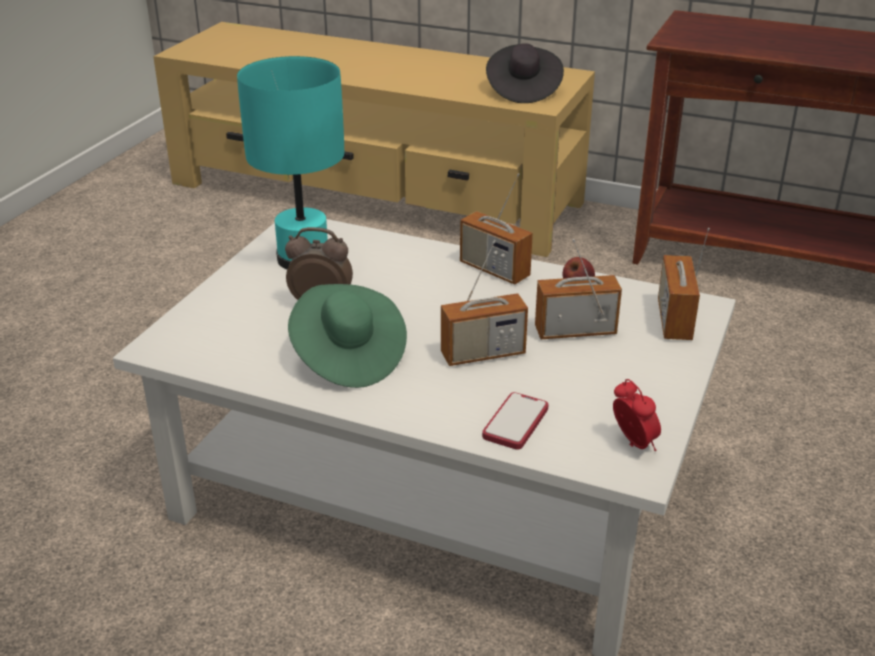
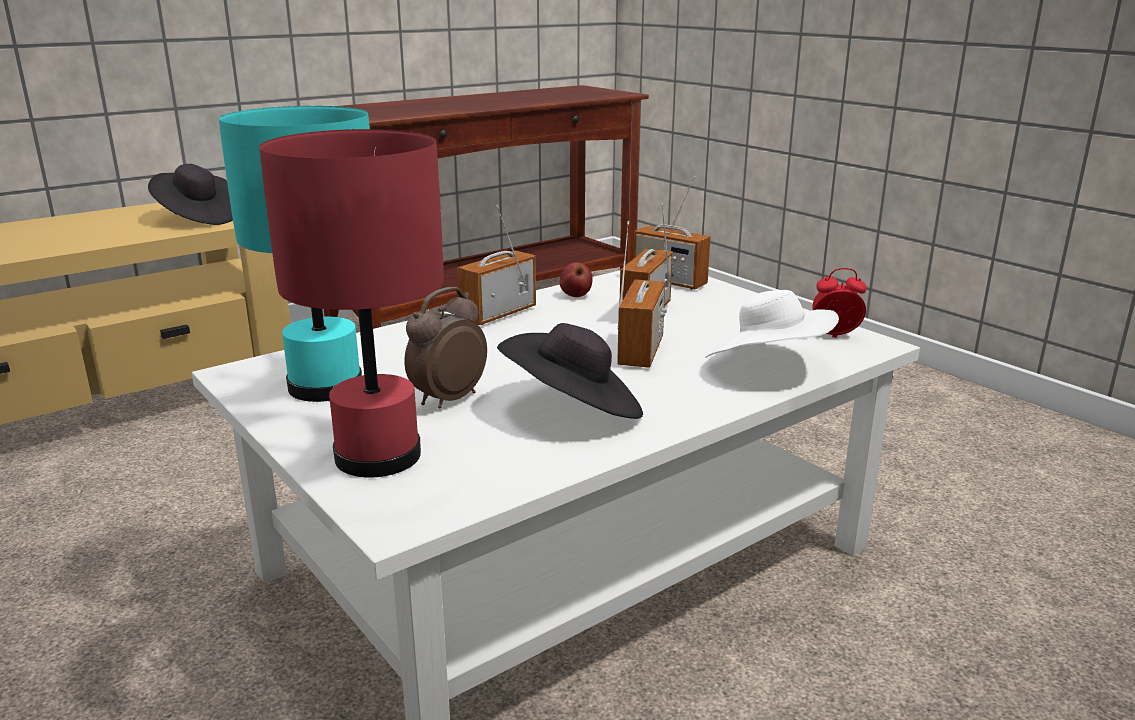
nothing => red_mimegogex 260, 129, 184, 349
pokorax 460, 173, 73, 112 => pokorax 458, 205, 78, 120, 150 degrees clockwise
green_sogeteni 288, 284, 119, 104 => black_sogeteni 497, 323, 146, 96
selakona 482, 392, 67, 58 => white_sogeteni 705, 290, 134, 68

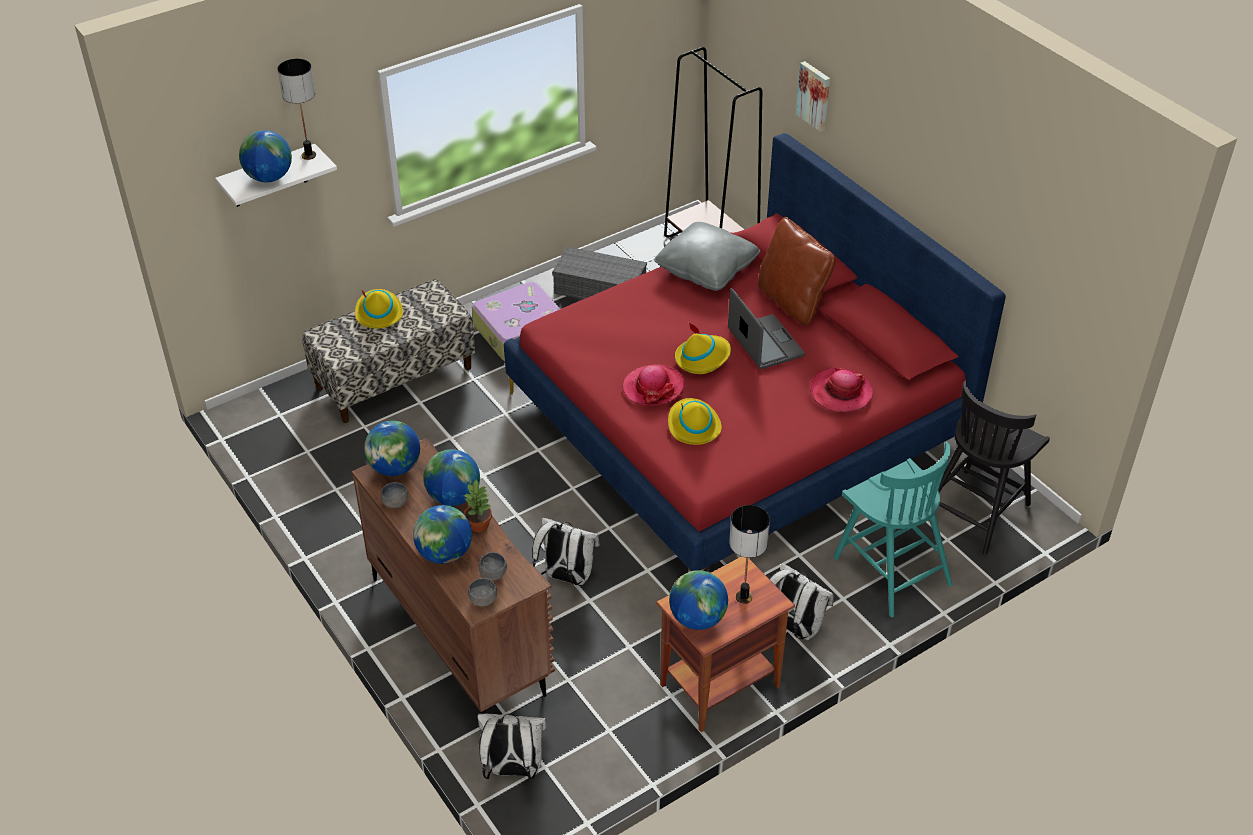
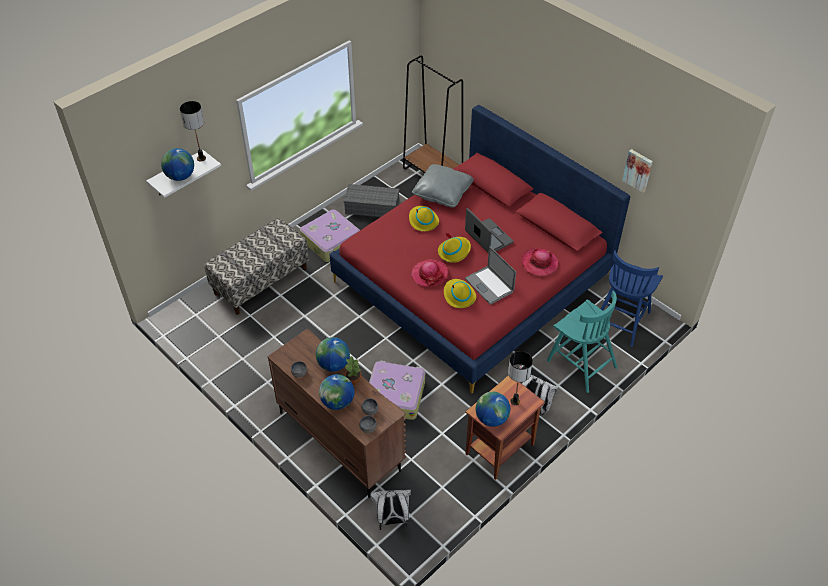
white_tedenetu 532, 518, 68, 67 => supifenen 369, 360, 56, 60
yellow_sogeteni 355, 289, 48, 40 => yellow_sogeteni 409, 206, 30, 25, relocated
nothing => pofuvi 465, 246, 51, 59
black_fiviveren 938, 380, 112, 175 => blue_fiviveren 601, 250, 62, 97
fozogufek 796, 61, 34, 71 => fozogufek 622, 149, 31, 44, relocated
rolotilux 364, 421, 56, 55 => nothing
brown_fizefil 758, 217, 78, 109 => nothing

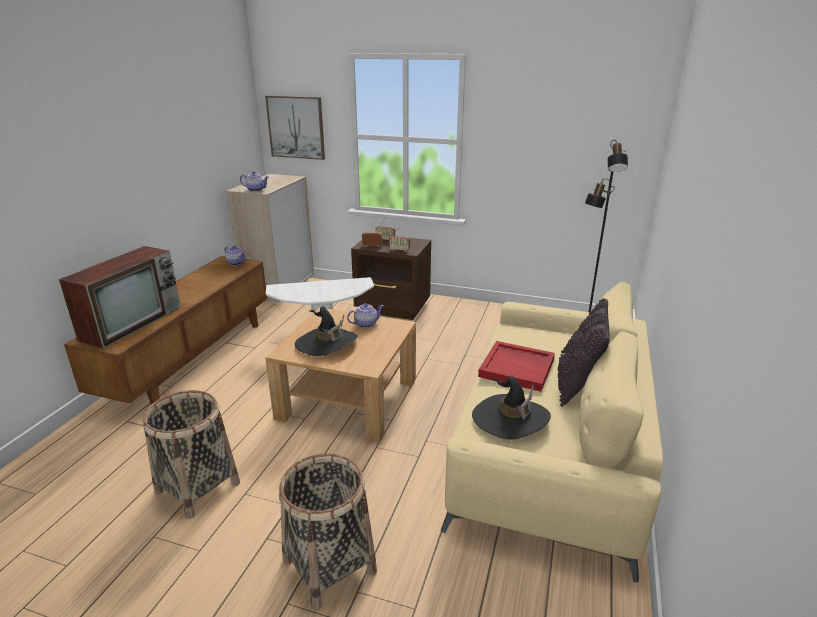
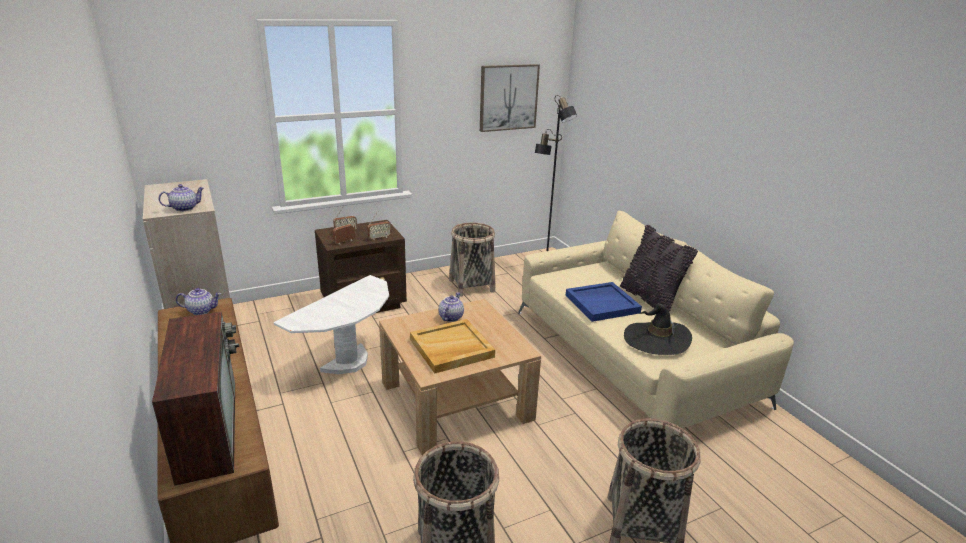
black_sogeteni 295, 306, 63, 50 => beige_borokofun 410, 319, 85, 55
nothing => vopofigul 449, 223, 46, 74
fozogufek 265, 95, 60, 65 => fozogufek 480, 64, 60, 68, relocated
red_borokofun 478, 341, 77, 51 => blue_borokofun 566, 282, 76, 40

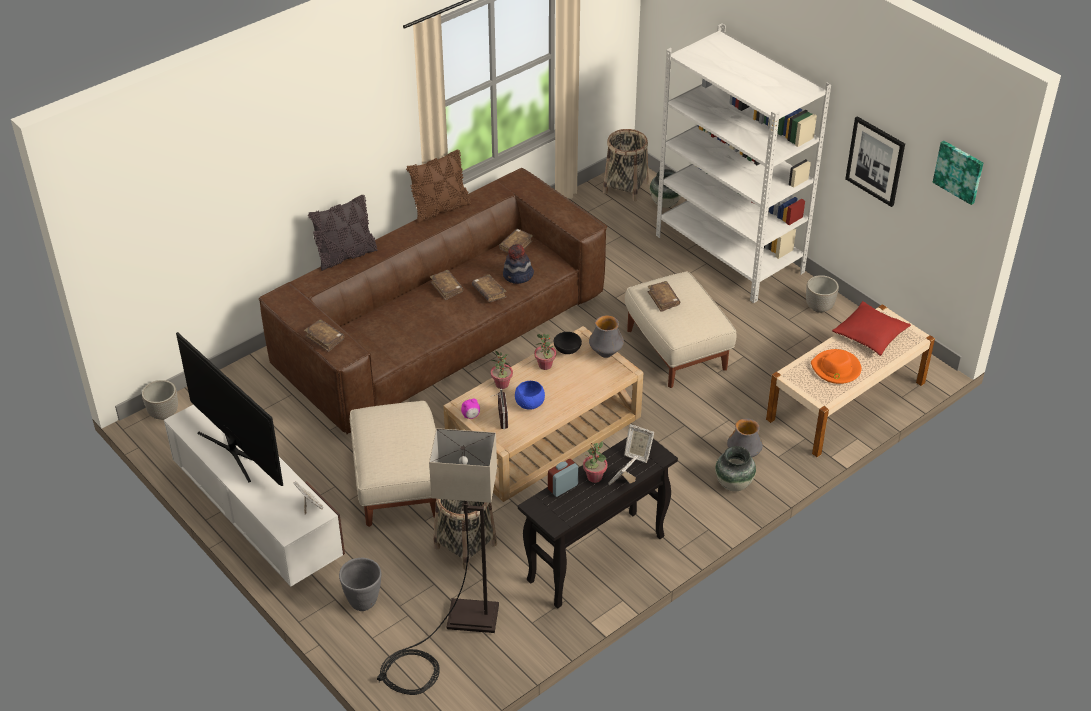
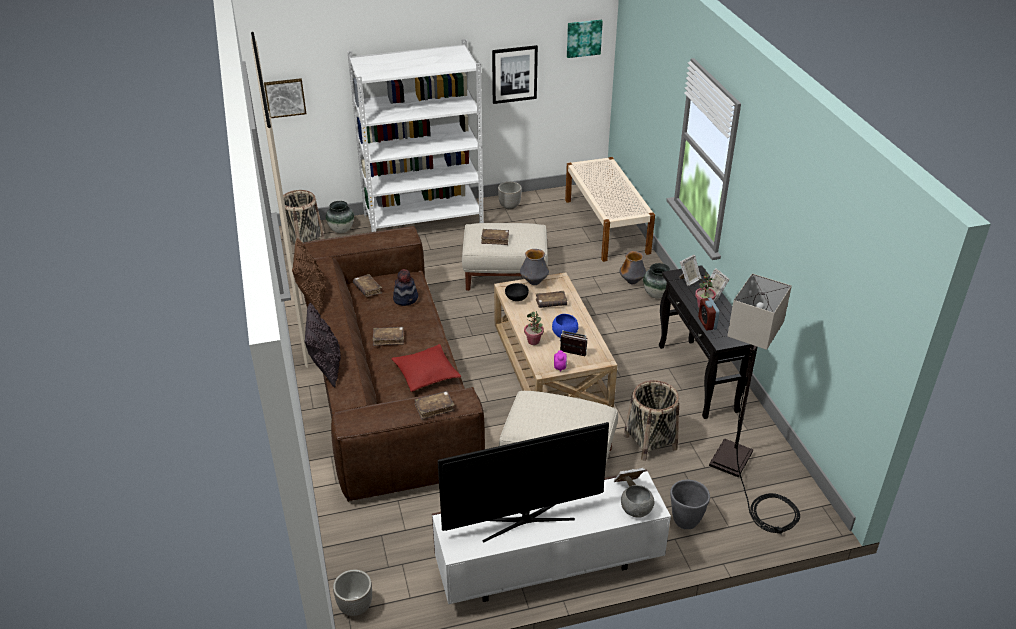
nothing => fozogufek 264, 78, 42, 40
red_fizefil 832, 301, 79, 55 => red_fizefil 391, 344, 70, 48, relocated
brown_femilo 472, 274, 35, 28 => brown_femilo 536, 291, 31, 17, relocated
nothing => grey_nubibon 621, 485, 33, 33
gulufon 534, 334, 22, 36 => nothing
orange_sogeteni 811, 349, 51, 35 => nothing

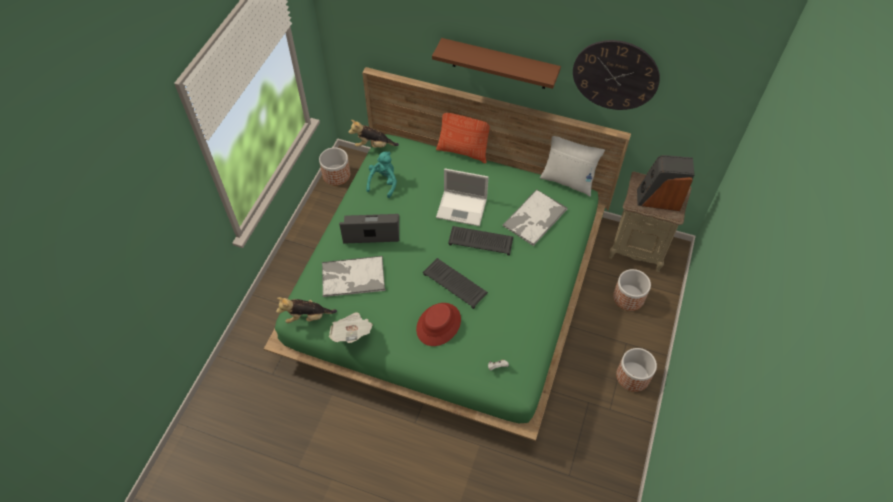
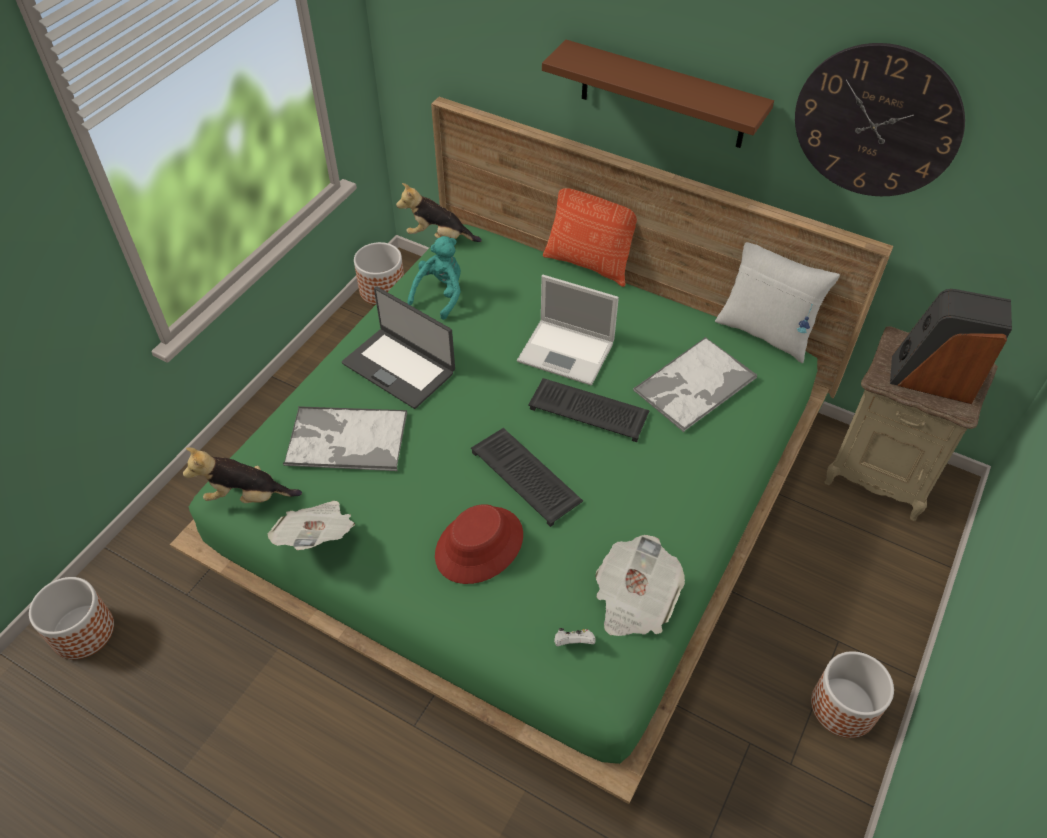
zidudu 613, 269, 38, 42 => zidudu 29, 577, 85, 82, relocated
pofuvi 339, 214, 60, 30 => pofuvi 342, 287, 113, 122, 150 degrees counterclockwise
nothing => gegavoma 595, 535, 90, 101

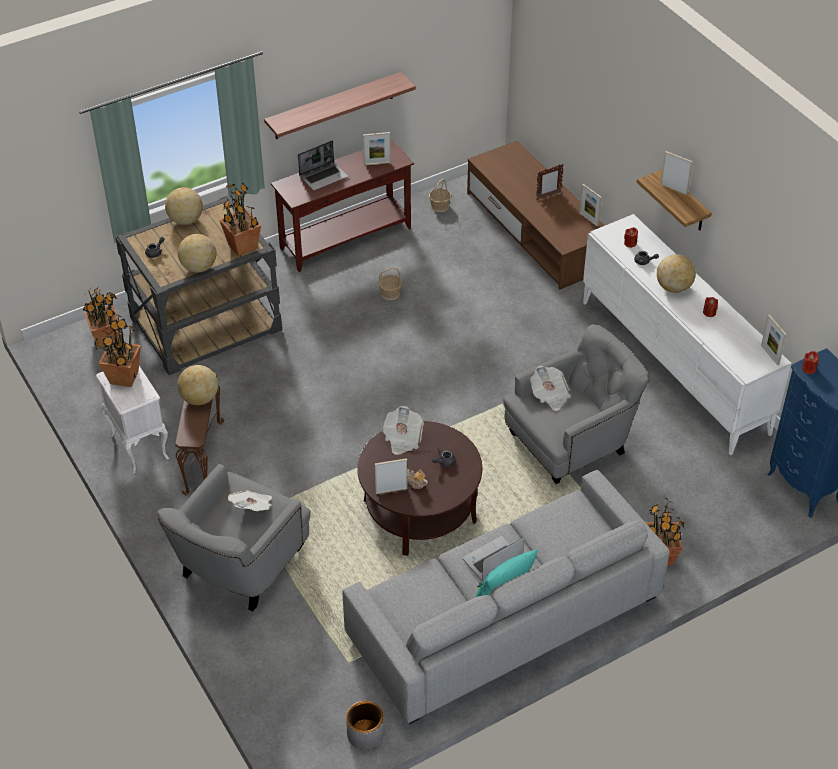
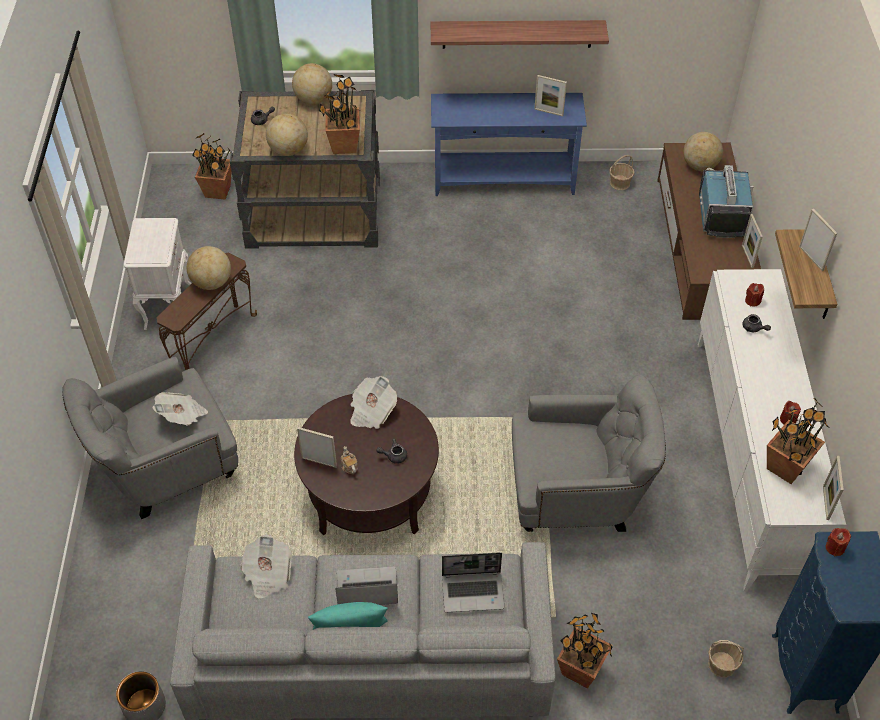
gegavoma 530, 365, 41, 46 => gegavoma 240, 534, 52, 65, relocated
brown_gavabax 271, 139, 143, 133 => blue_gavabax 431, 93, 156, 103
pofuvi 298, 140, 50, 51 => pofuvi 442, 552, 62, 60, relocated
rolotilux 657, 254, 39, 39 => rolotilux 683, 132, 40, 39, relocated
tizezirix 536, 164, 28, 36 => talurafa 699, 165, 54, 73
vopofigul 378, 267, 24, 33 => vopofigul 708, 640, 36, 38, relocated
gulufon 95, 314, 46, 73 => gulufon 767, 397, 62, 87, relocated

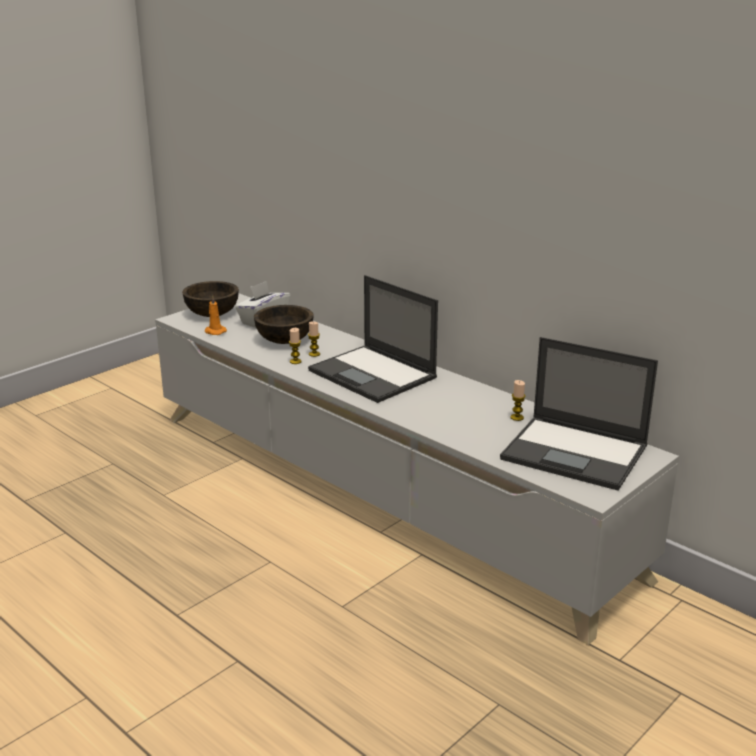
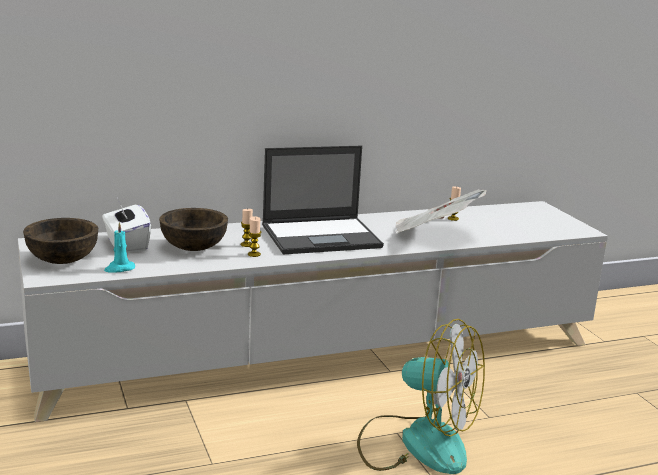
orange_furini 205, 295, 22, 40 => turquoise_furini 104, 222, 31, 51
nothing => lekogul 357, 319, 128, 155
nothing => gegavoma 395, 189, 92, 44
pofuvi 500, 337, 158, 154 => nothing

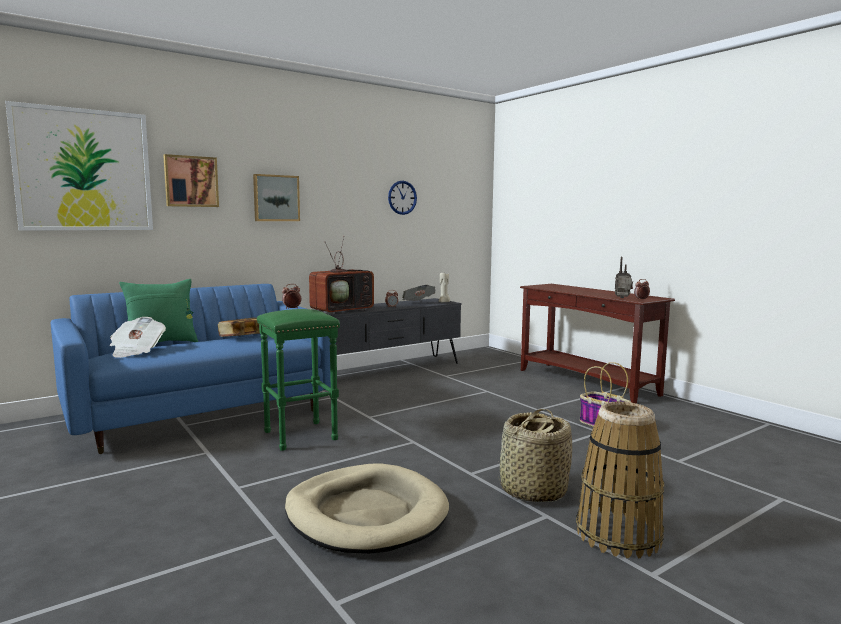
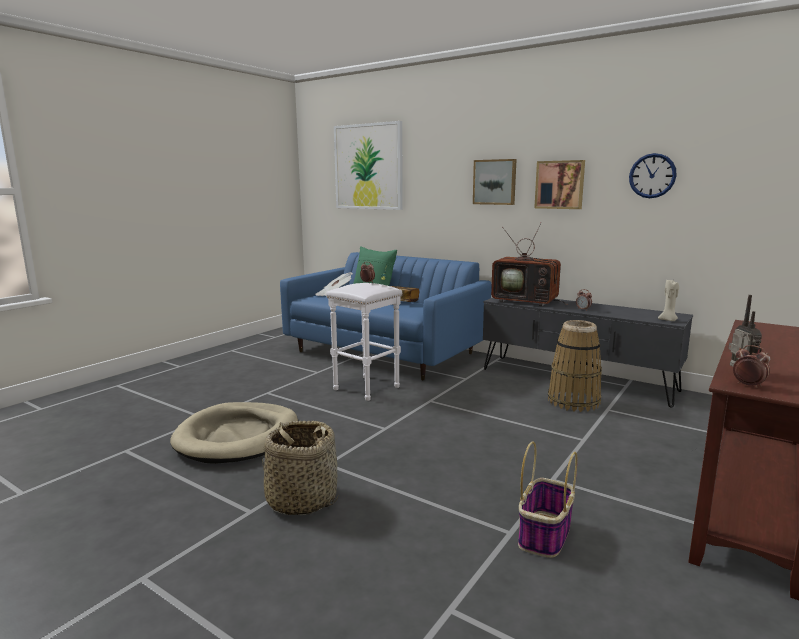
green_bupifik 257, 309, 83, 142 => white_bupifik 326, 283, 76, 118
fozogufek 163, 154, 56, 53 => fozogufek 534, 160, 51, 49, relocated
vopofigul 576, 401, 88, 157 => vopofigul 548, 320, 54, 92, relocated
gegavoma 402, 285, 34, 16 => nothing

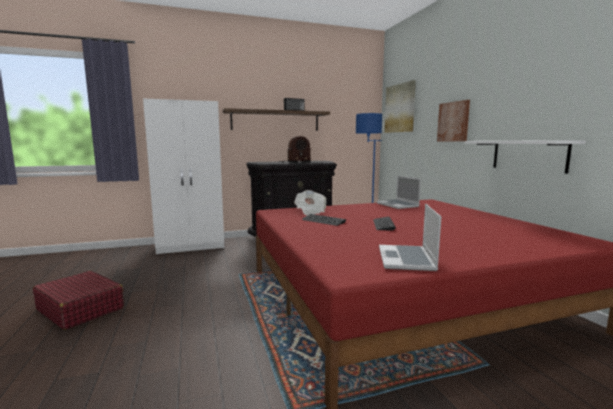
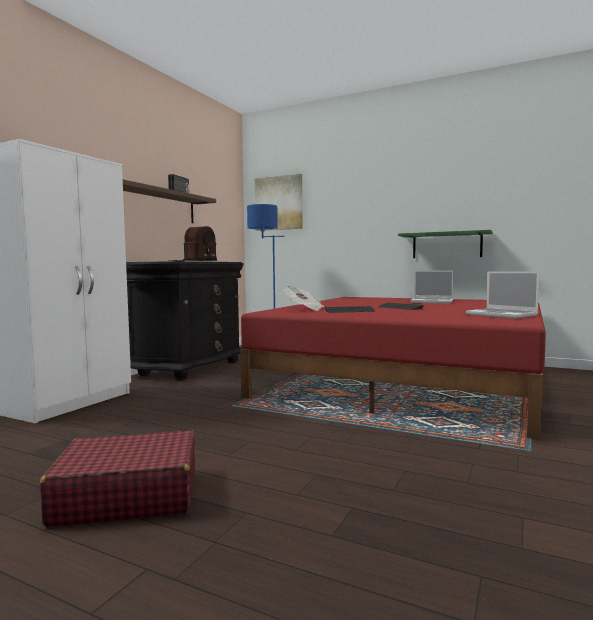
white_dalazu 464, 140, 122, 34 => green_dalazu 398, 230, 95, 28
pofuvi 377, 176, 44, 33 => pofuvi 411, 270, 43, 33, relocated
fozogufek 437, 100, 33, 41 => nothing

